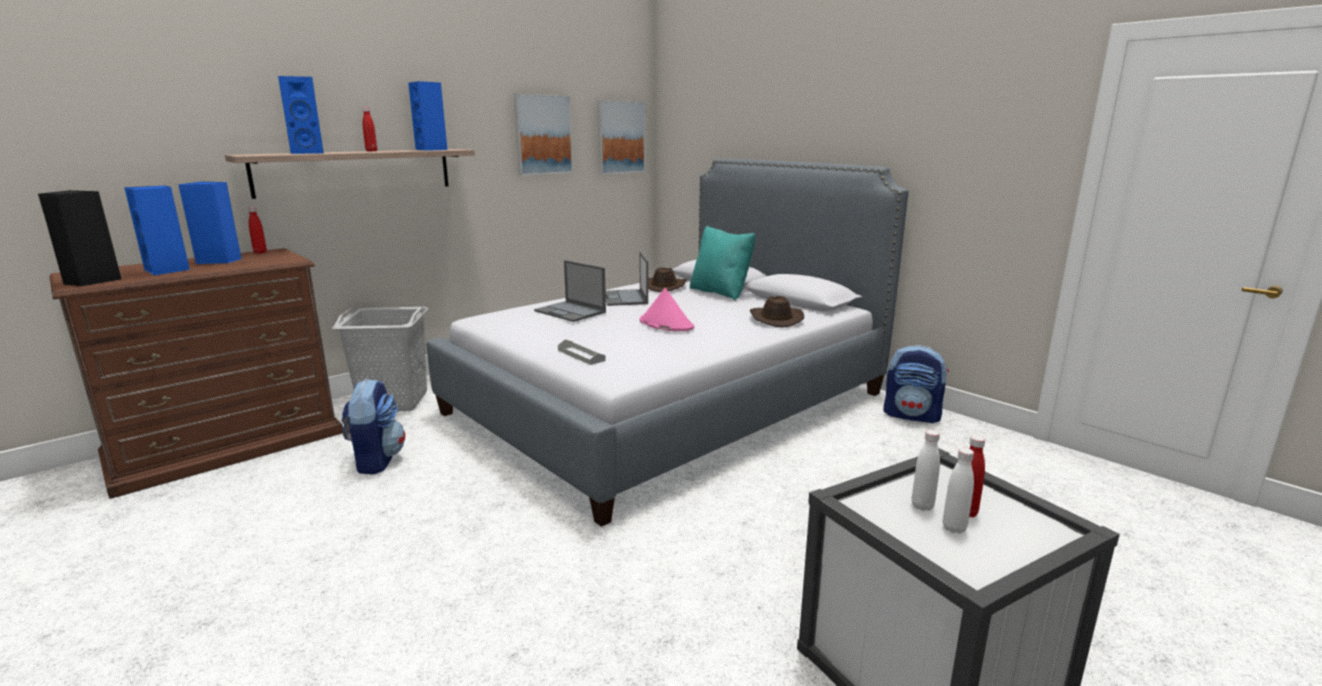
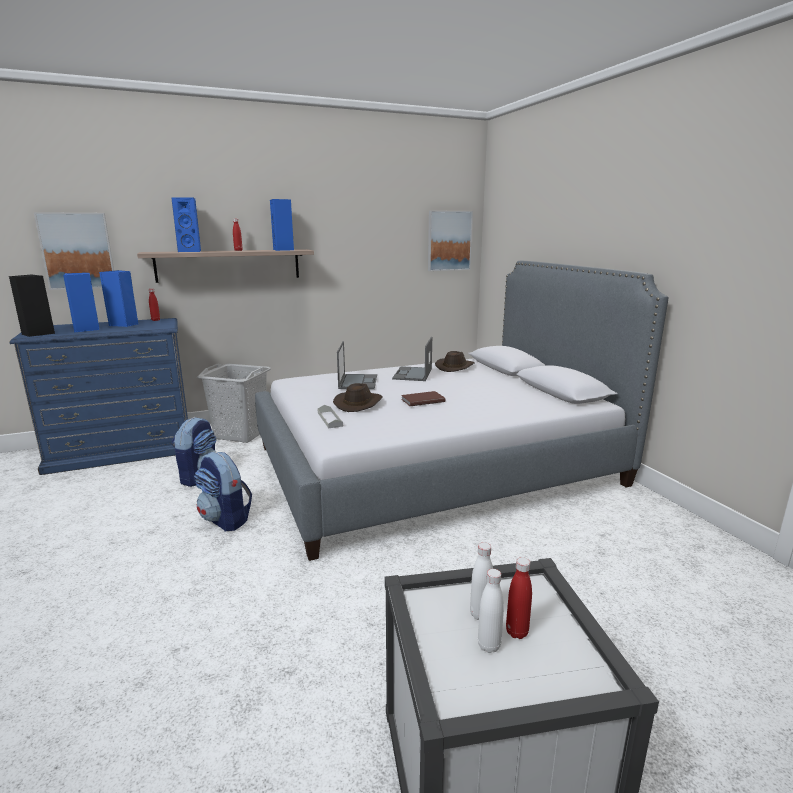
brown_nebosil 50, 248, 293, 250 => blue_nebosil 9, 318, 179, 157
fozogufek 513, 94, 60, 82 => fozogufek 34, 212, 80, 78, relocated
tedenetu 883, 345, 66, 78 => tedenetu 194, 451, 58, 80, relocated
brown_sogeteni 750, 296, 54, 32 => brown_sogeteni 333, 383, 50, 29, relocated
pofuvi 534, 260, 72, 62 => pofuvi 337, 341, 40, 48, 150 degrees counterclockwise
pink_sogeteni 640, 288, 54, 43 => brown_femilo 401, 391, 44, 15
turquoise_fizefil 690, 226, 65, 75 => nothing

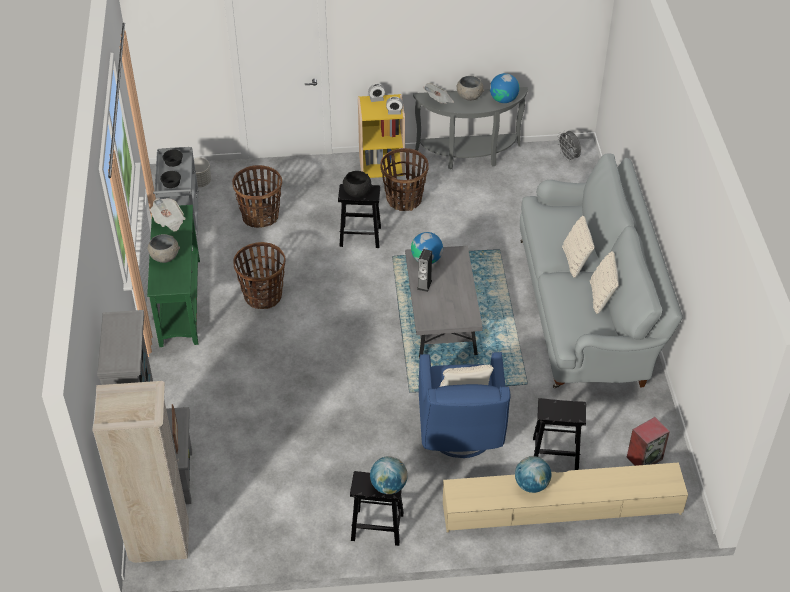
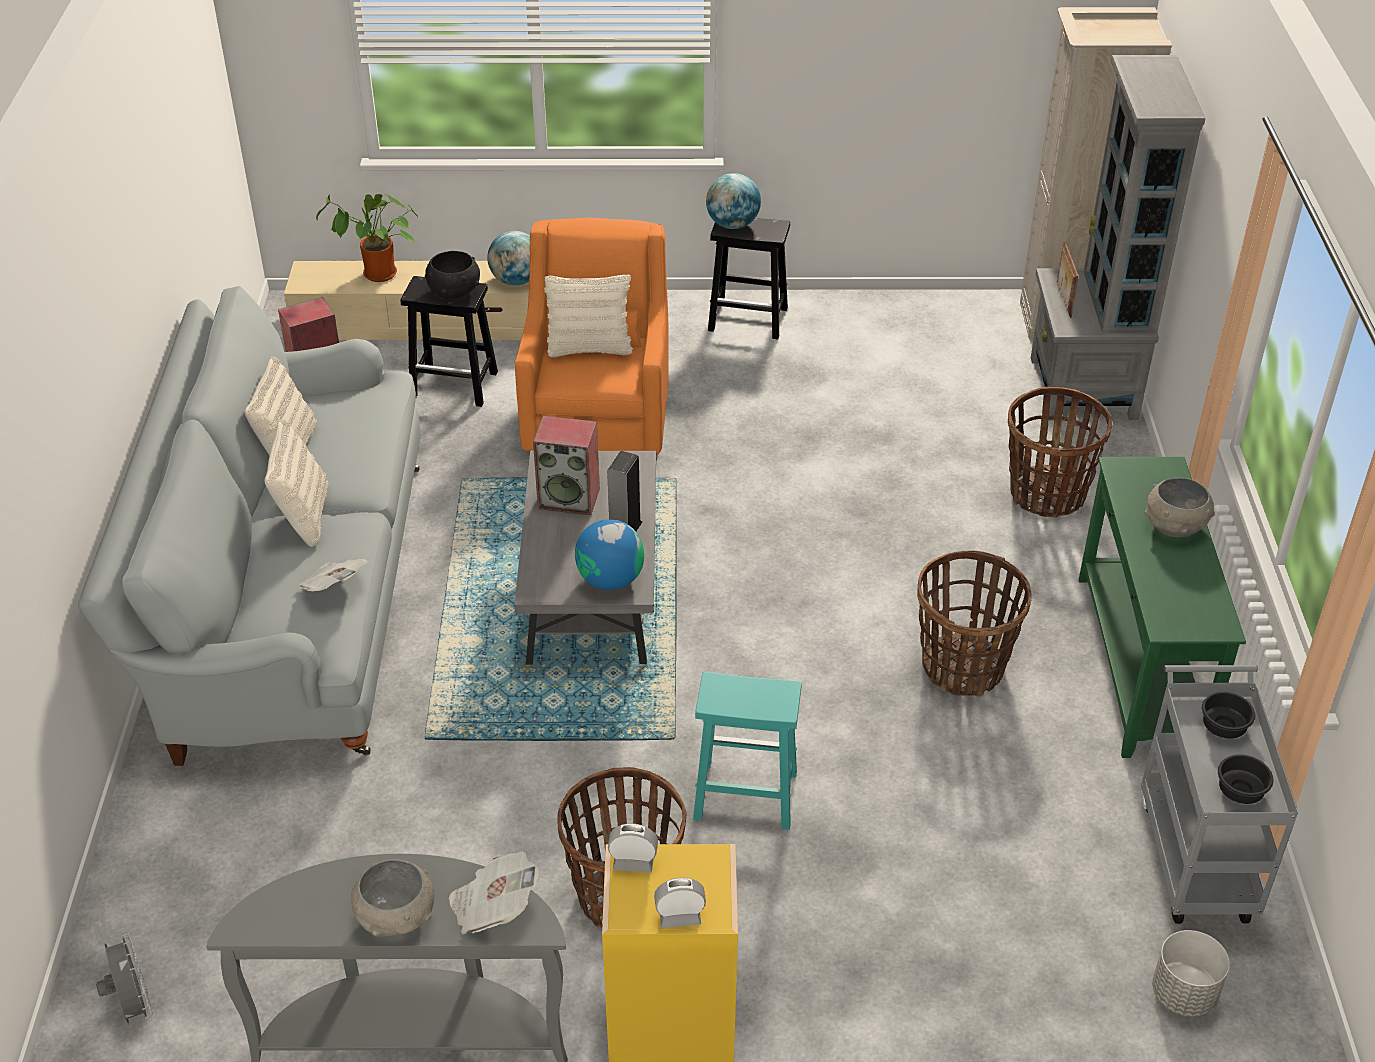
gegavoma 150, 198, 36, 34 => gegavoma 298, 558, 70, 33, relocated
nothing => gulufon 316, 194, 102, 88
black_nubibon 343, 171, 29, 26 => black_nubibon 425, 251, 55, 48, relocated
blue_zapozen 419, 352, 91, 106 => orange_zapozen 515, 218, 154, 236
nothing => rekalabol 533, 416, 67, 99
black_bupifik 338, 184, 43, 64 => turquoise_bupifik 693, 672, 109, 158
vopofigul 232, 165, 50, 63 => vopofigul 1008, 387, 105, 130, relocated
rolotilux 490, 73, 29, 30 => nothing

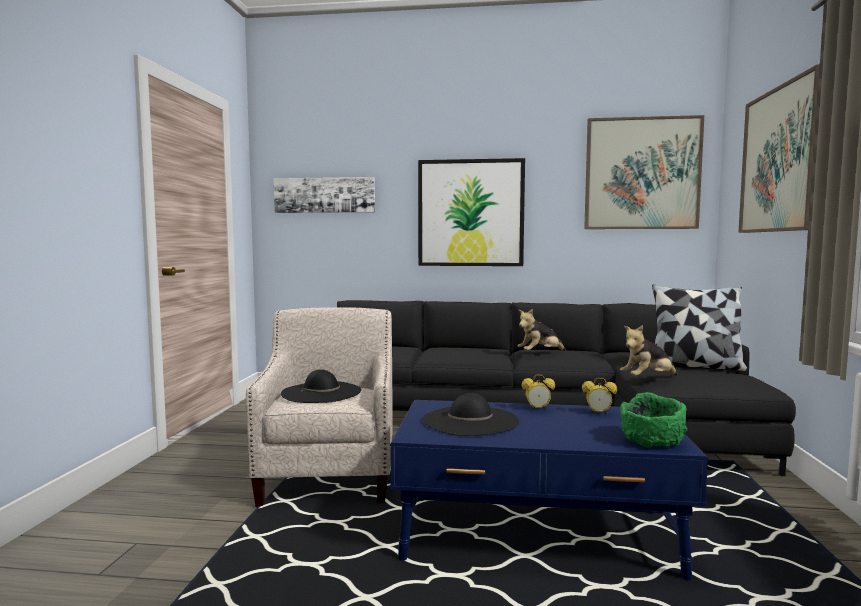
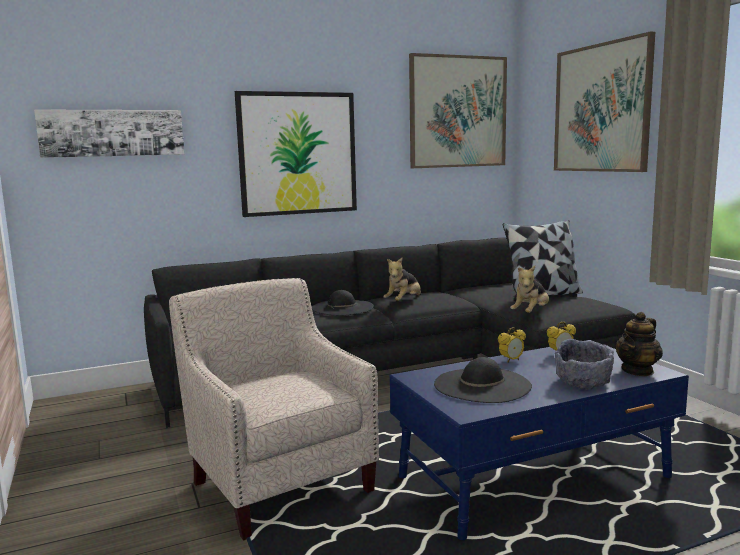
black_sogeteni 281, 369, 81, 34 => black_sogeteni 312, 290, 62, 26, relocated
nothing => grey_nubibon 555, 339, 59, 51
green_nubibon 620, 392, 67, 56 => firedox 615, 312, 48, 64

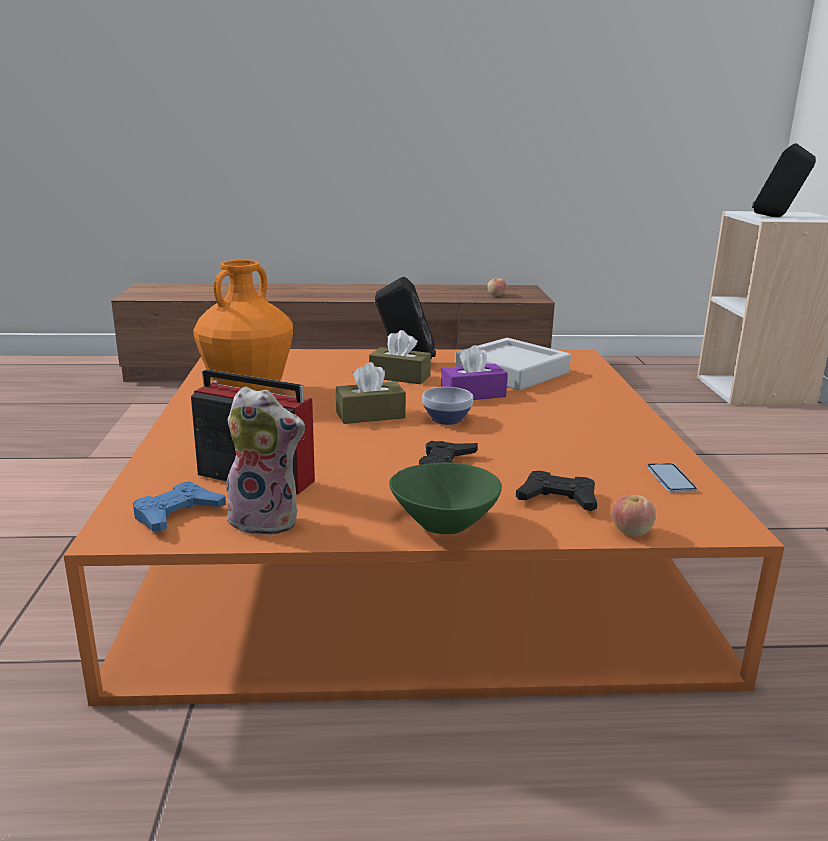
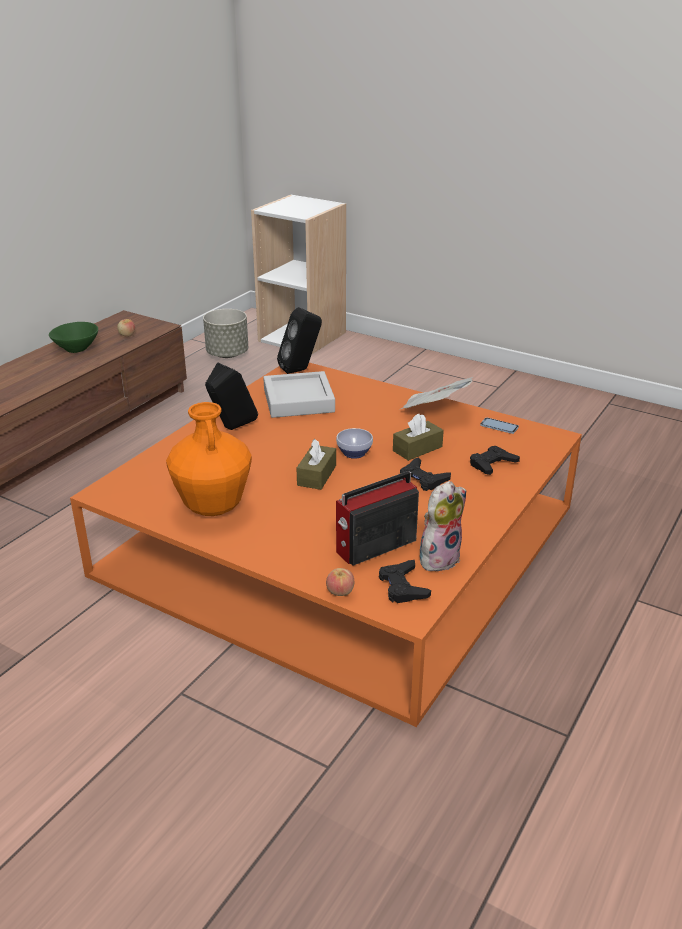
green_nubibon 389, 462, 113, 72 => green_nubibon 49, 322, 49, 31, relocated
nothing => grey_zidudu 203, 309, 45, 49
black_rekalabol 752, 143, 64, 74 => black_rekalabol 277, 307, 45, 67, relocated
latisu 612, 495, 44, 42 => latisu 326, 568, 28, 28, relocated
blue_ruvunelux 133, 482, 93, 50 => black_ruvunelux 379, 560, 52, 43
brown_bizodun 369, 330, 62, 54 => brown_bizodun 393, 414, 51, 47, relocated
nothing => gegavoma 401, 377, 72, 32
purple_bizodun 441, 345, 67, 55 => nothing

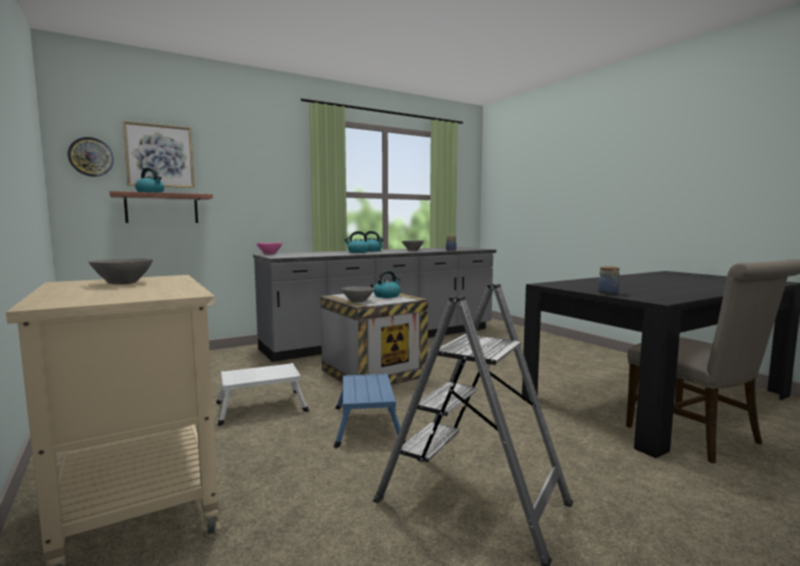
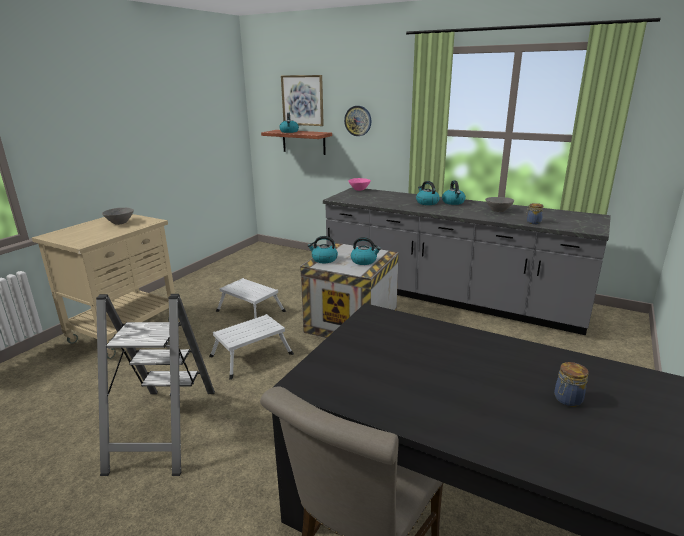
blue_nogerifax 334, 374, 72, 74 => white_nogerifax 209, 314, 85, 65
grey_nubibon 342, 286, 32, 17 => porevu 308, 236, 30, 27
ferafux 68, 137, 46, 40 => ferafux 344, 106, 27, 30, relocated
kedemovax 598, 266, 22, 29 => kedemovax 554, 362, 35, 45, relocated

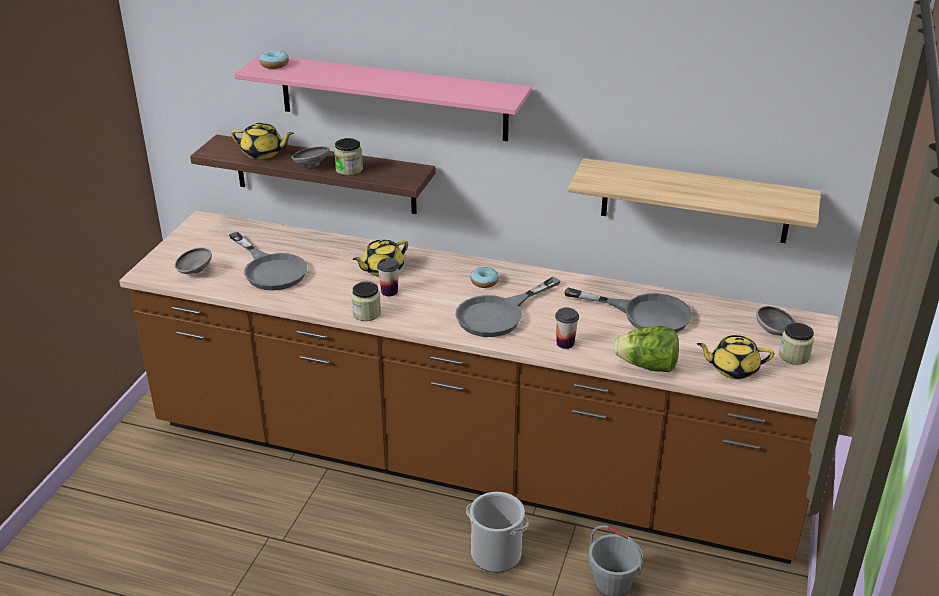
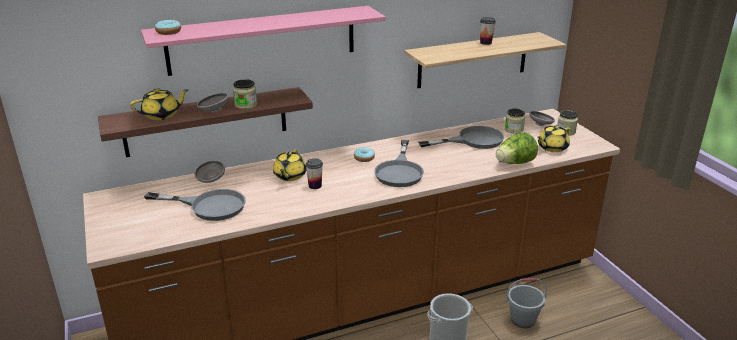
grey_nubibon 175, 247, 37, 27 => grey_nubibon 195, 160, 30, 23, relocated
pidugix 555, 307, 24, 42 => pidugix 480, 17, 16, 28, relocated
kedemovax 351, 282, 30, 39 => kedemovax 505, 108, 20, 26, relocated

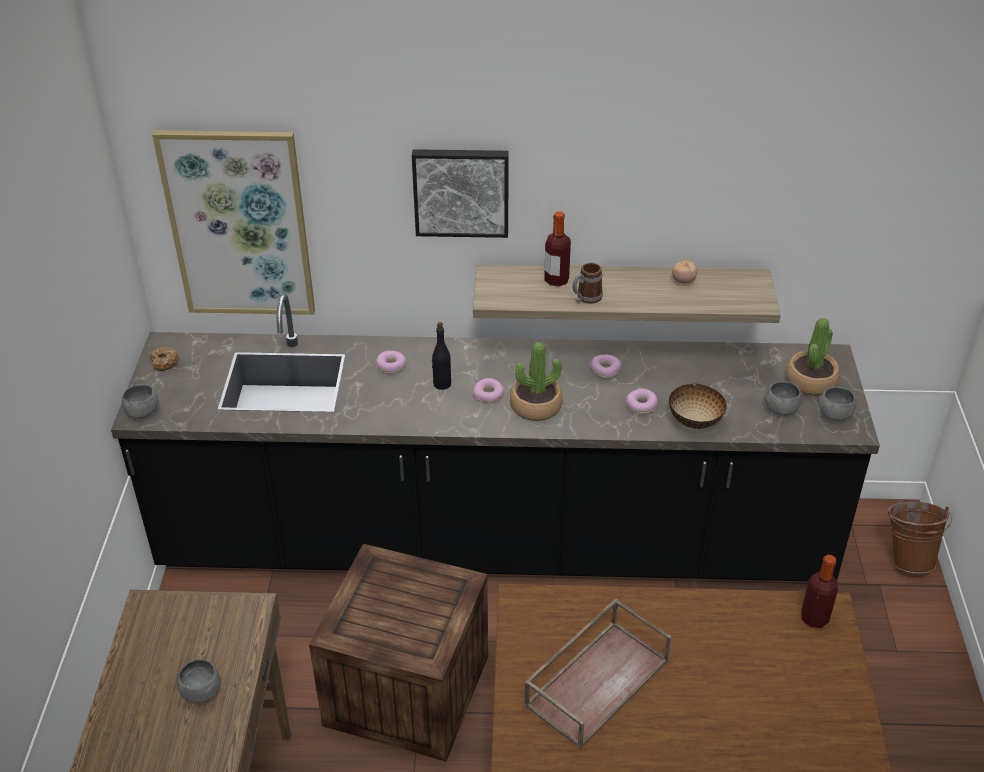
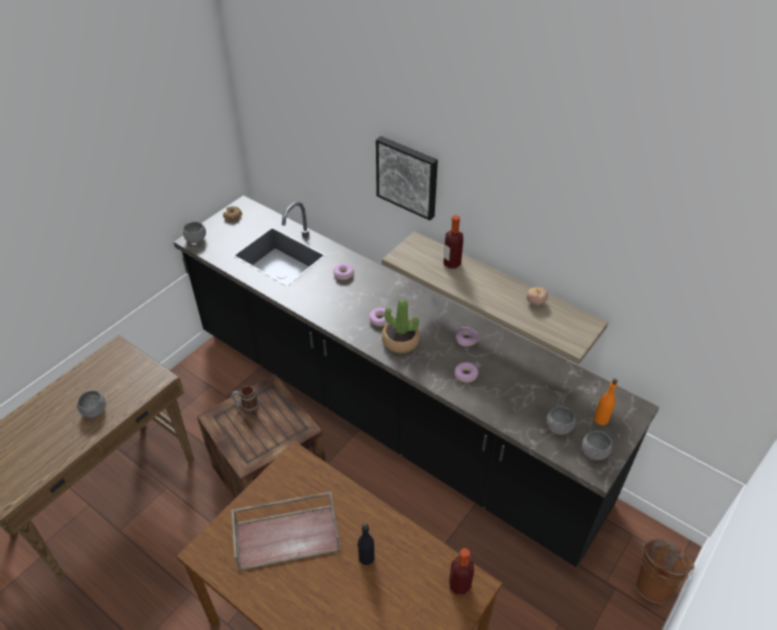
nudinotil 573, 263, 30, 41 => nudinotil 231, 386, 28, 26, relocated
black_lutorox 432, 322, 19, 68 => black_lutorox 357, 522, 18, 43, relocated
gulufon 786, 318, 53, 78 => orange_lutorox 594, 379, 23, 46
fozogufek 152, 130, 163, 185 => nothing
nubibon 669, 383, 58, 46 => nothing

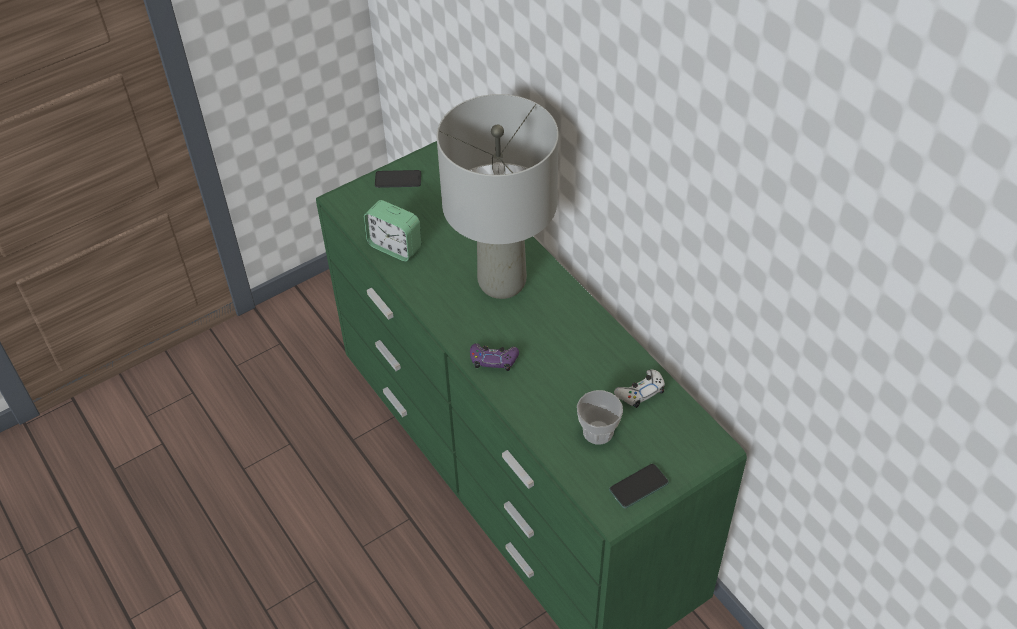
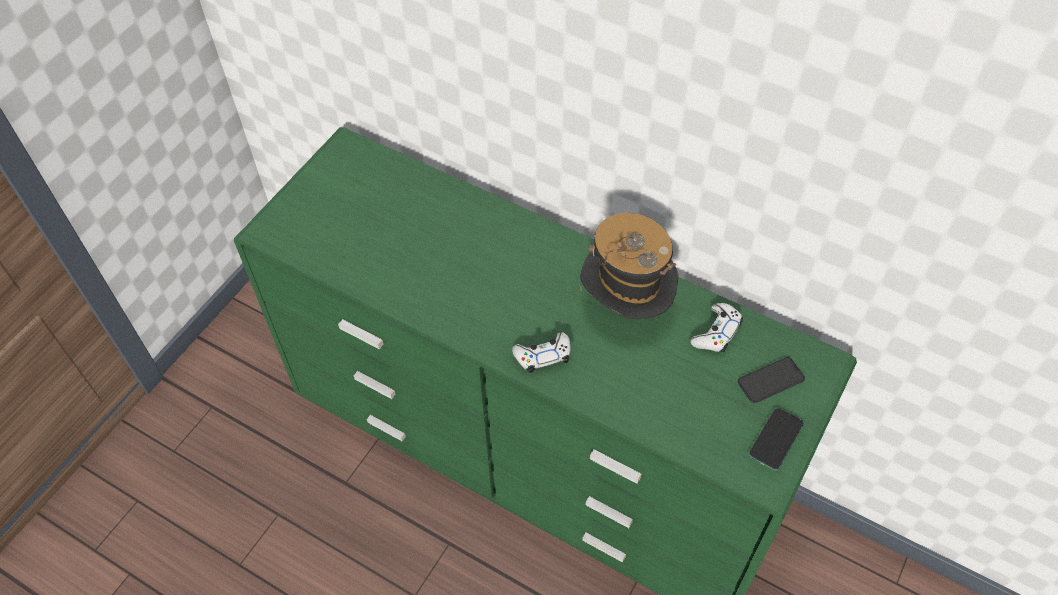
purple_ruvunelux 470, 343, 49, 28 => white_ruvunelux 512, 332, 59, 41
nothing => sogeteni 580, 213, 98, 106
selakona 375, 170, 46, 18 => selakona 738, 357, 67, 46, relocated
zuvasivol 364, 200, 57, 61 => nothing
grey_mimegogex 437, 94, 122, 205 => nothing
pidugix 577, 390, 46, 55 => nothing

